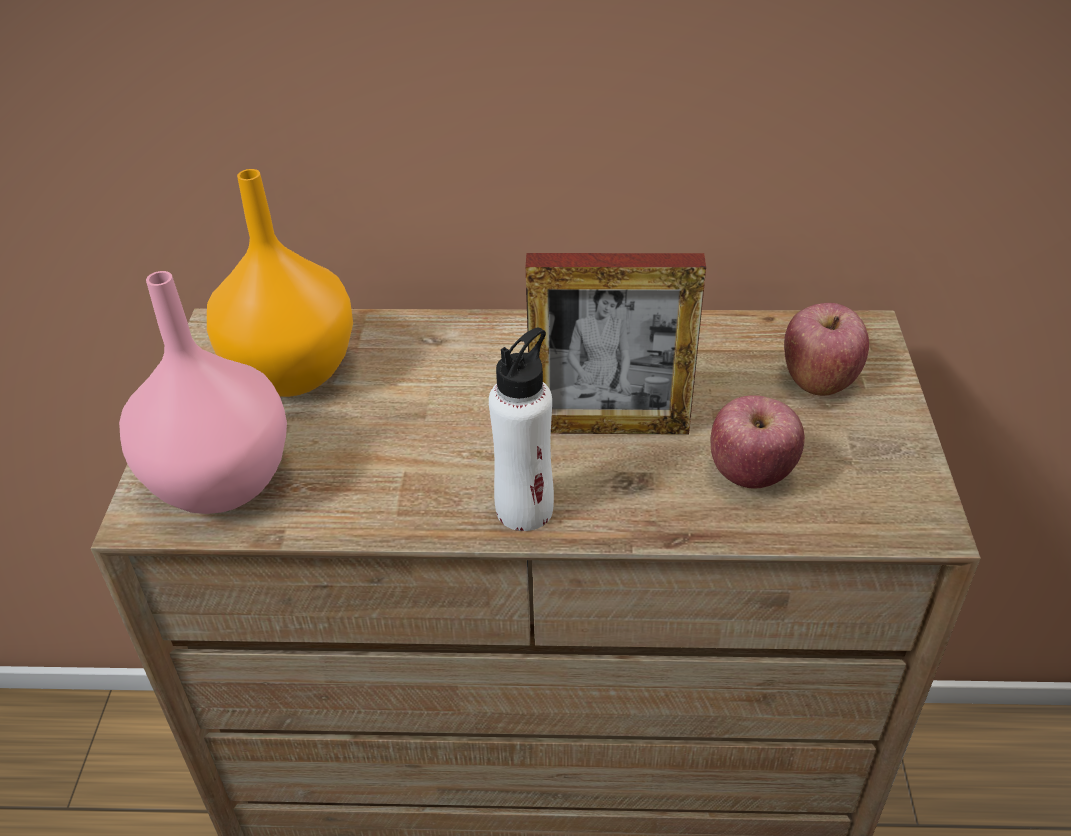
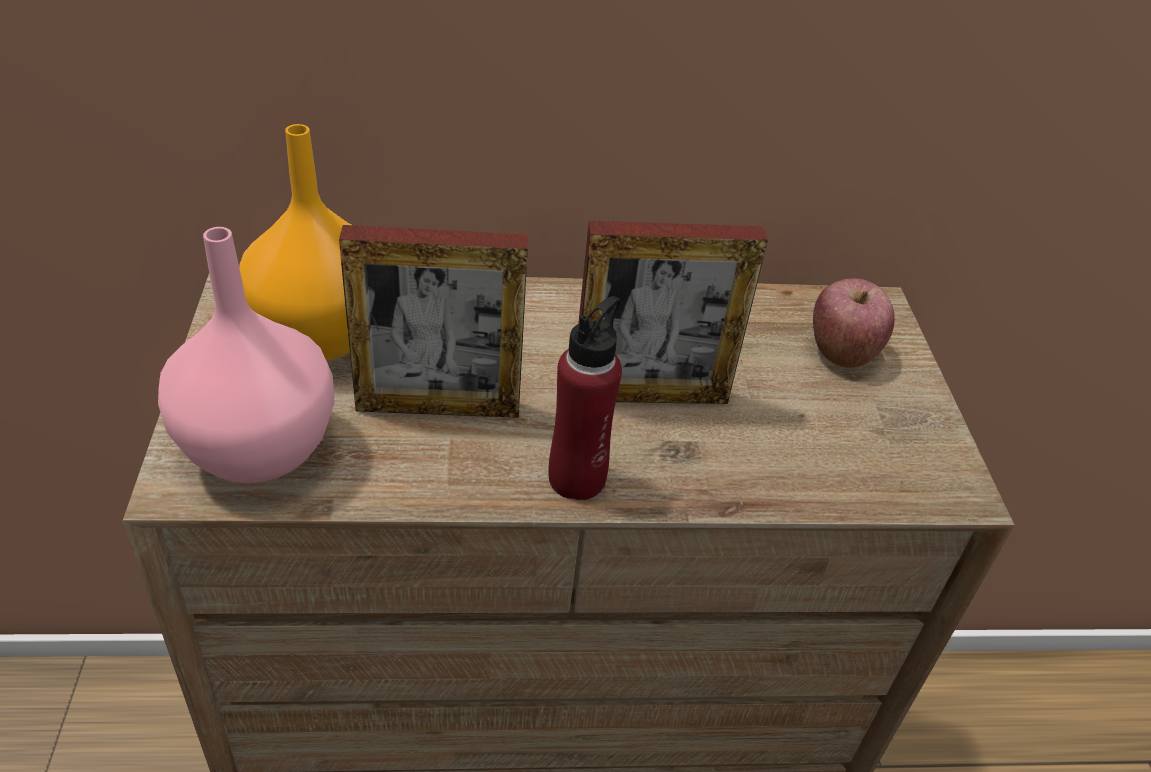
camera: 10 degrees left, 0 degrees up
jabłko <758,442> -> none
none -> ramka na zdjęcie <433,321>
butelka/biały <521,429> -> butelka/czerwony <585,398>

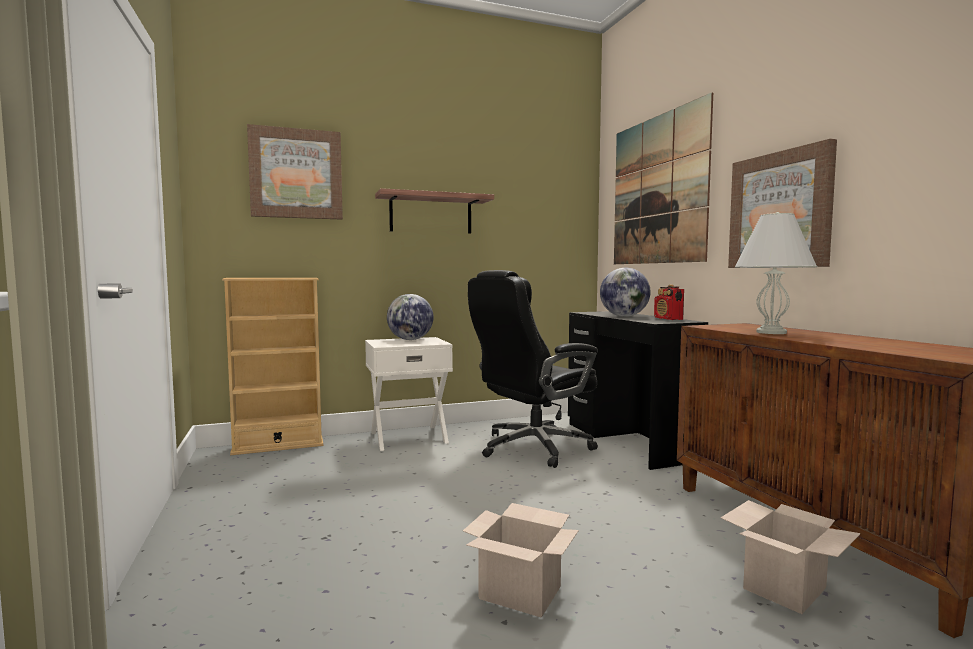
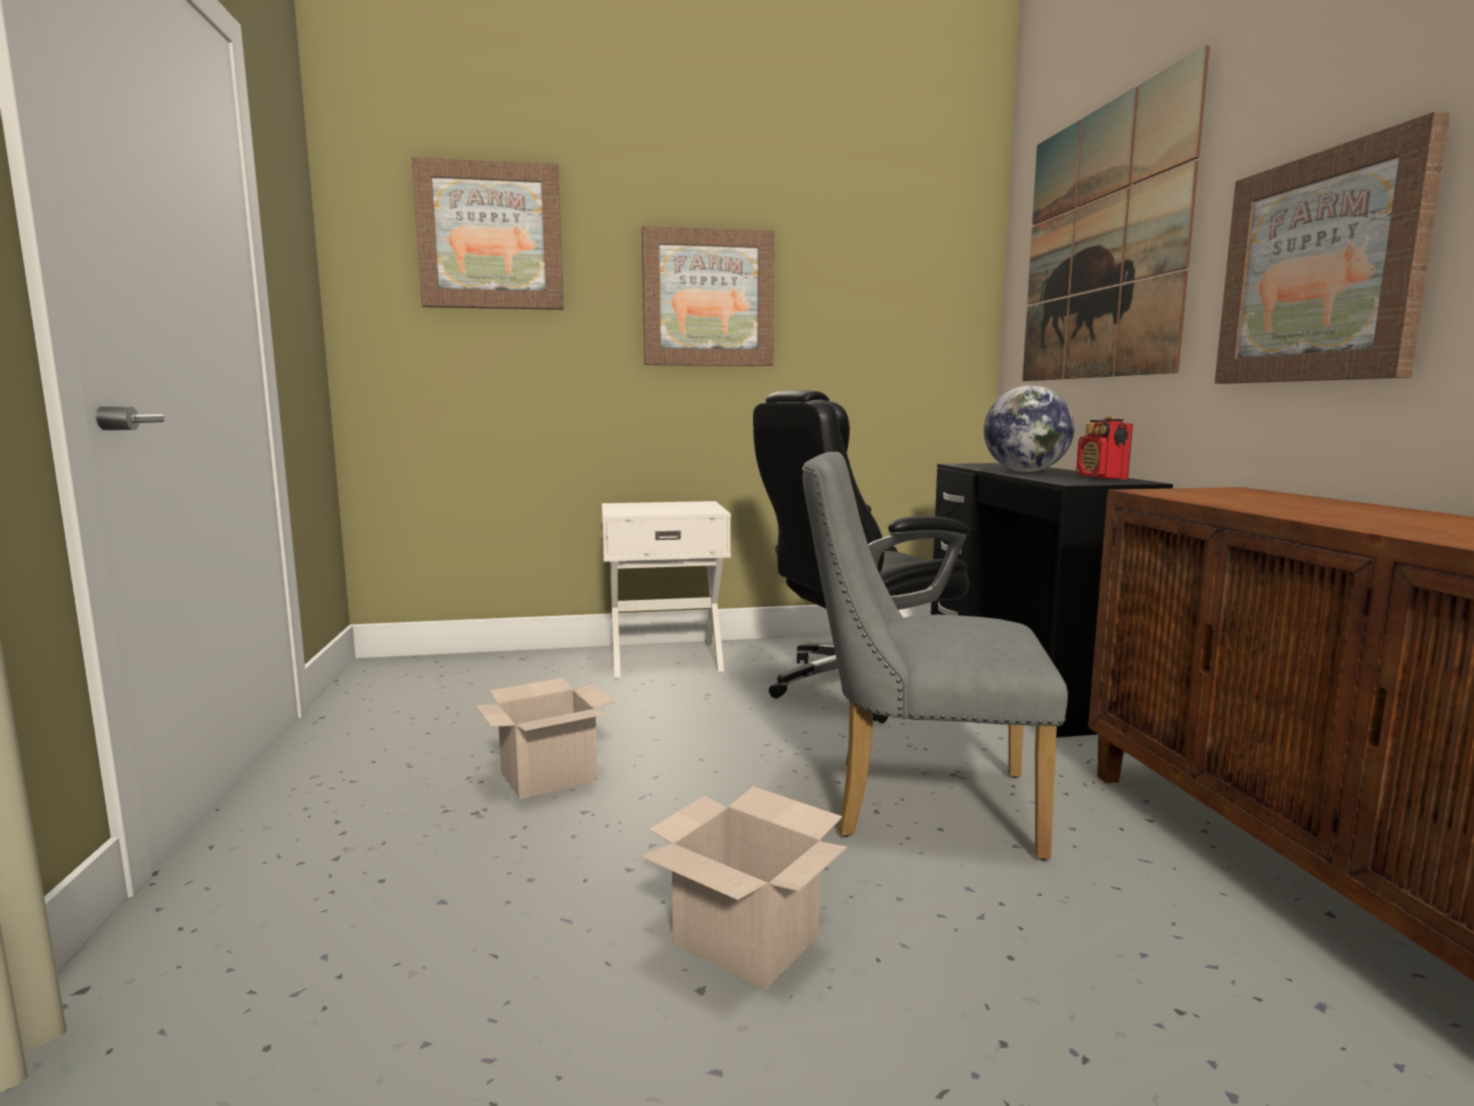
camera: 10 degrees right, 5 degrees up
regał/beżowy <272,366> -> none
globus <410,317> -> none
lampa stołowa/biały <776,273> -> none
none -> krzesło/szary <935,656>
karton <791,557> -> karton <545,738>, shifted
półka <434,211> -> obraz <708,296>

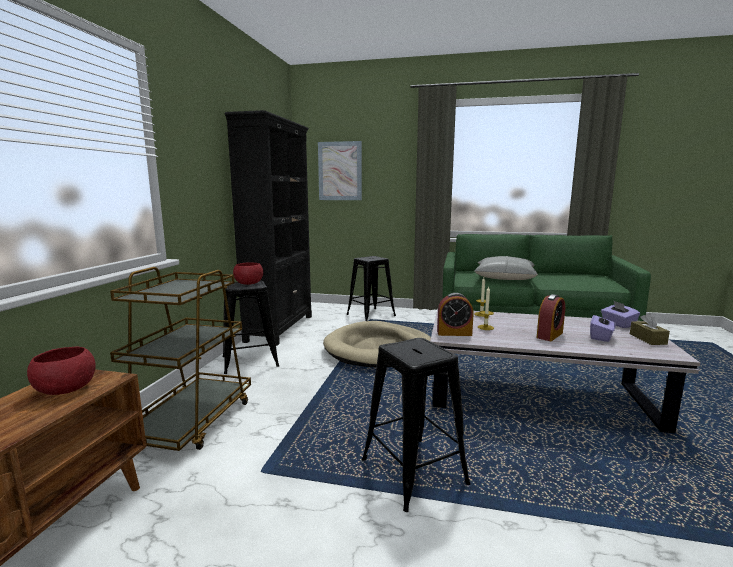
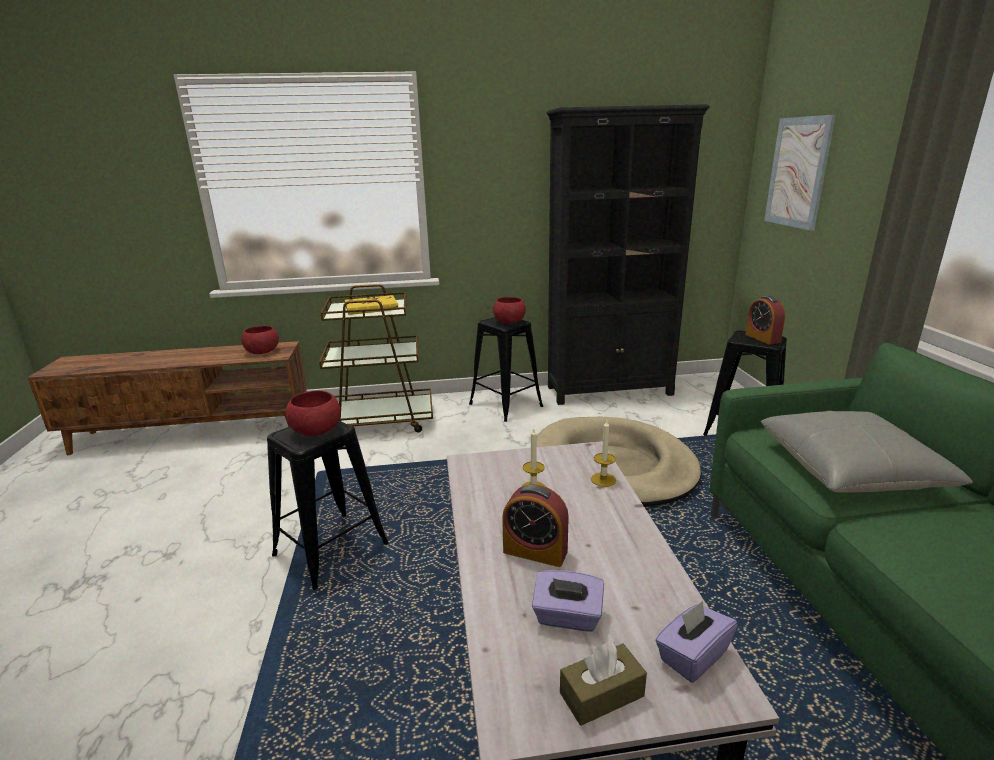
camera: 70 degrees right, 10 degrees up
none -> miska/czerwony <313,413>
none -> książka/żółty <372,305>
budzik <455,314> -> budzik <765,320>, shifted

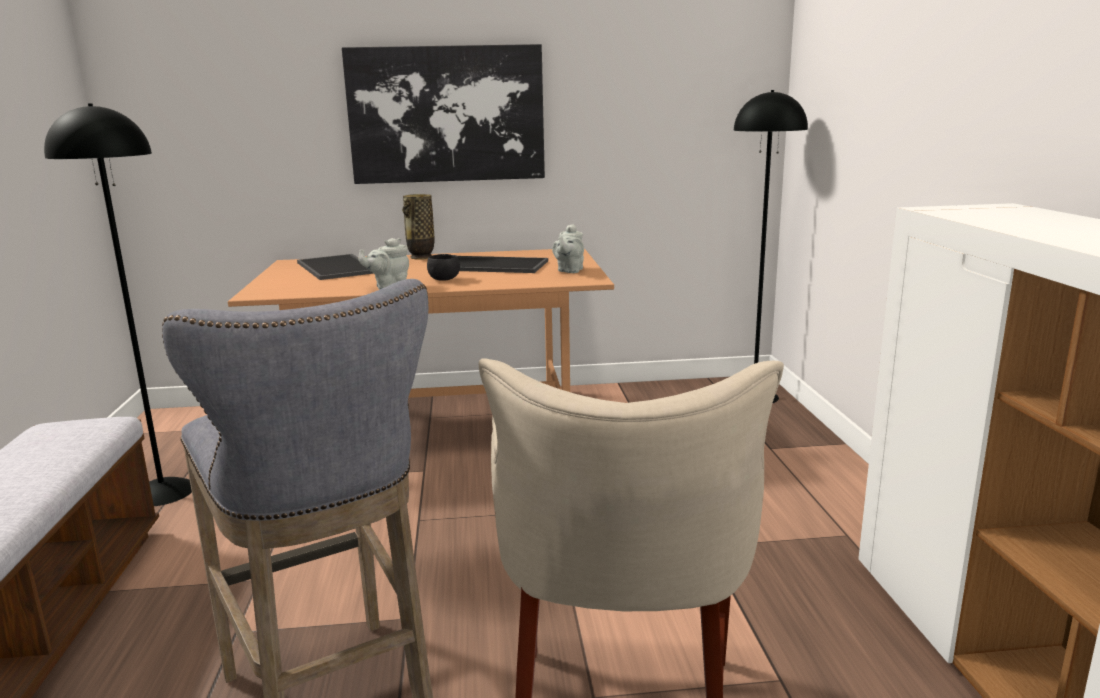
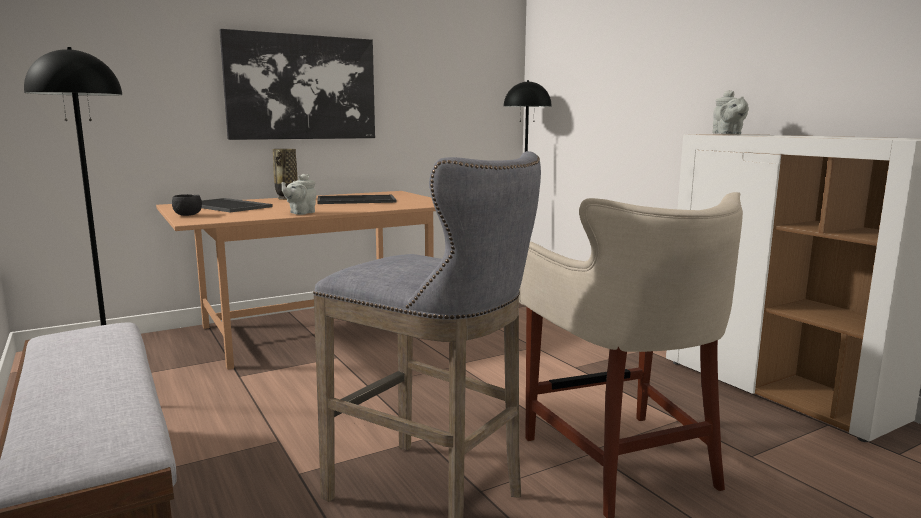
camera: 25 degrees left, 5 degrees down
miska/czarny <443,267> -> miska/czarny <187,205>, shifted
imbryk/szary <568,248> -> imbryk/szary <730,112>, shifted

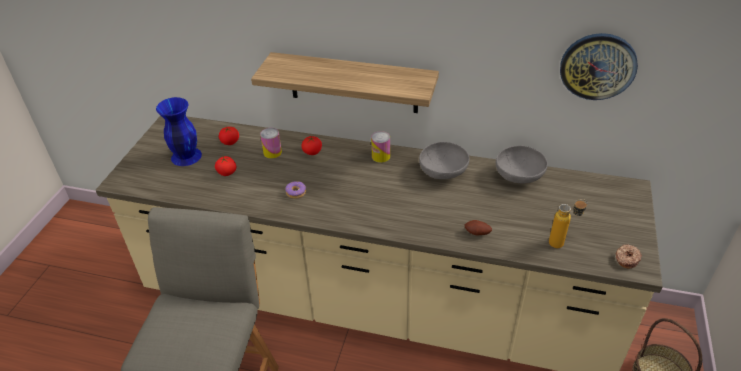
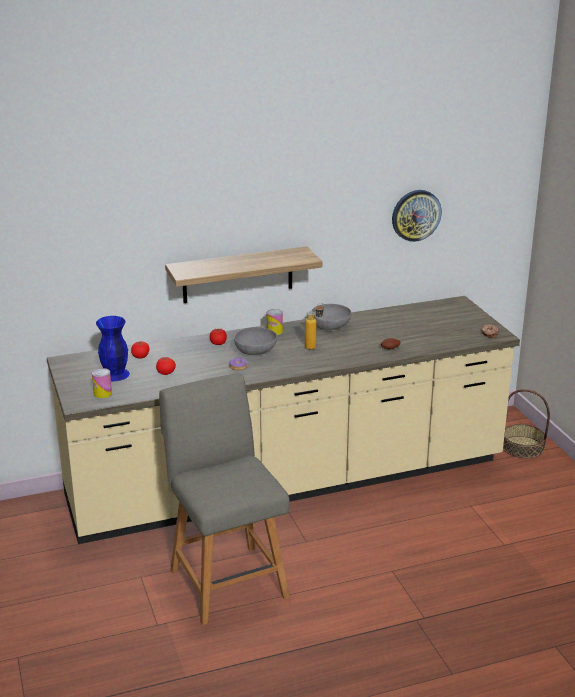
camera: 35 degrees left, 15 degrees down
puszka <271,143> -> puszka <102,383>, shifted
miska/szary <522,164> -> miska/szary <255,341>, shifted
butelka <568,223> -> butelka <314,326>, shifted

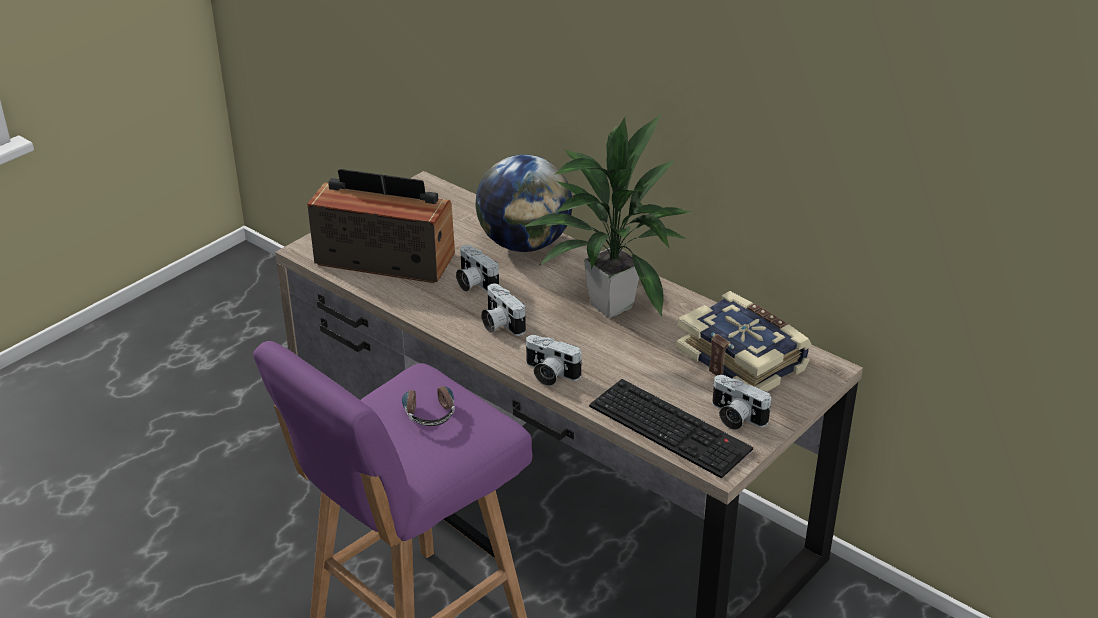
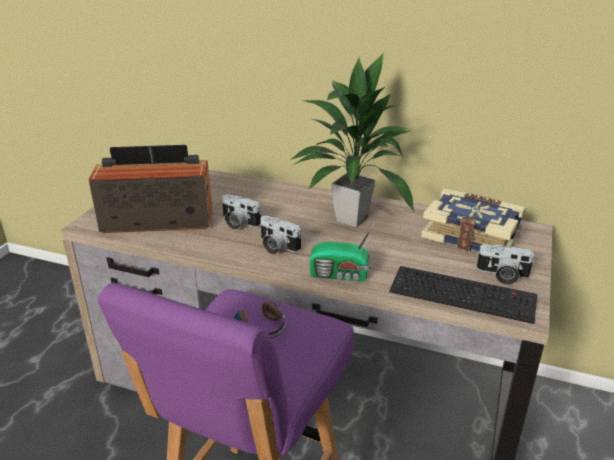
camera: 20 degrees left, 5 degrees down
globus <523,203> -> none
aparat fotograficzny <554,360> -> radio <342,252>

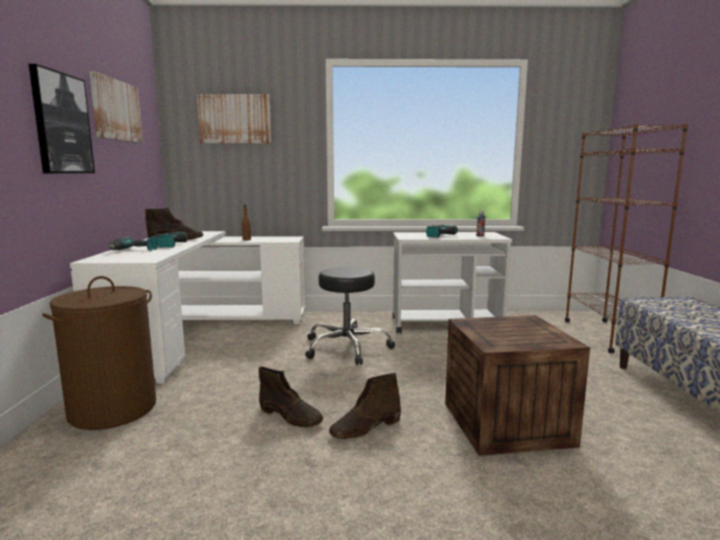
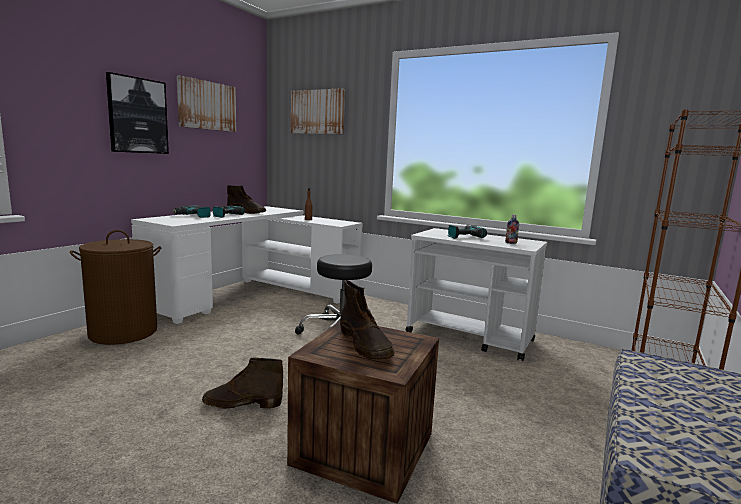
camera: 30 degrees right, 0 degrees up
but z cholewką/brązowy <291,397> -> but z cholewką/brązowy <367,320>, shifted

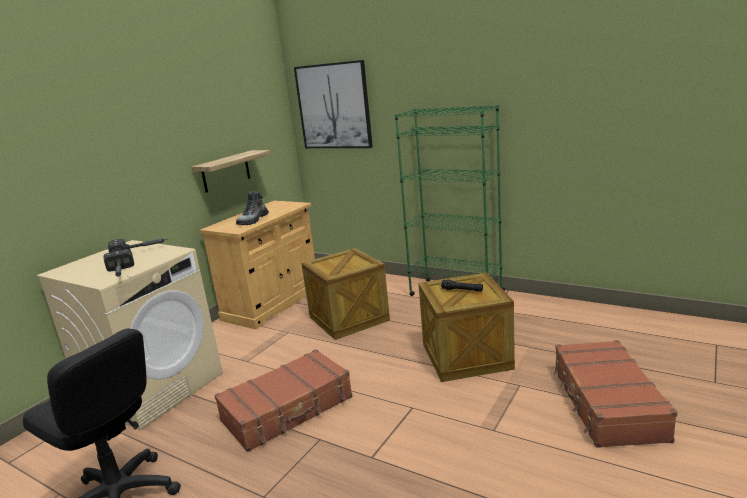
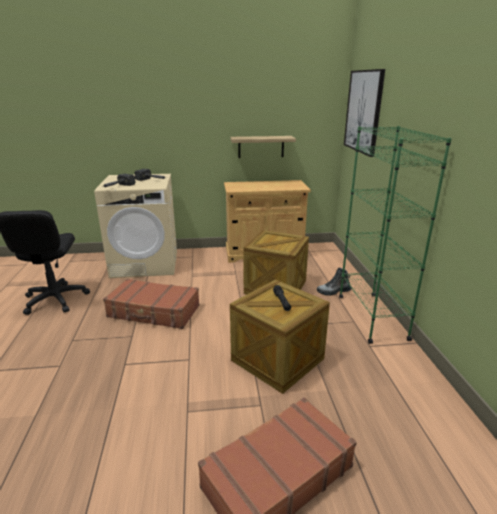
camera: 50 degrees right, 5 degrees up
but z cholewką <252,208> -> but z cholewką <334,282>, shifted

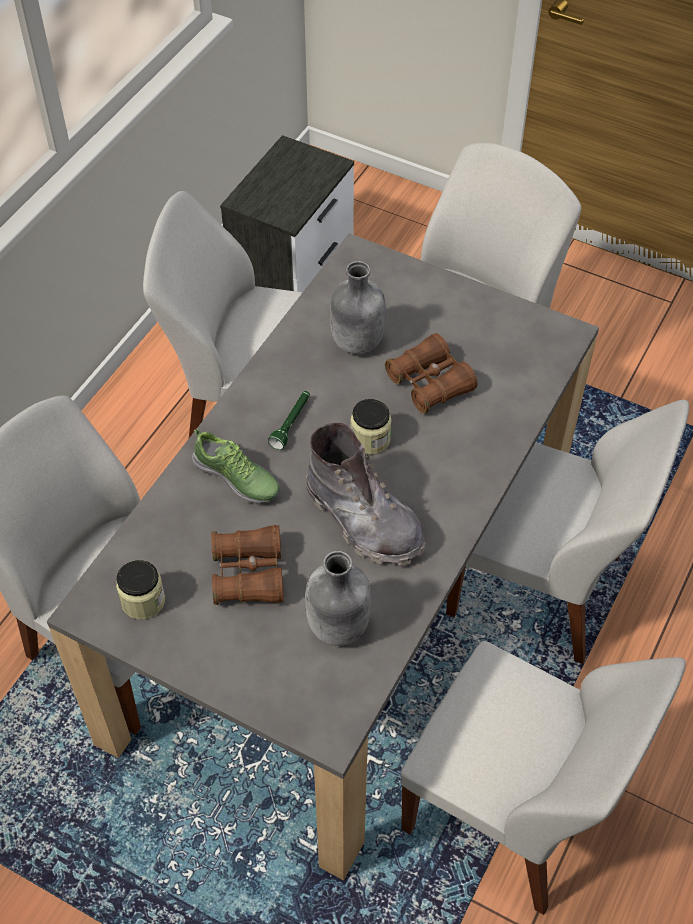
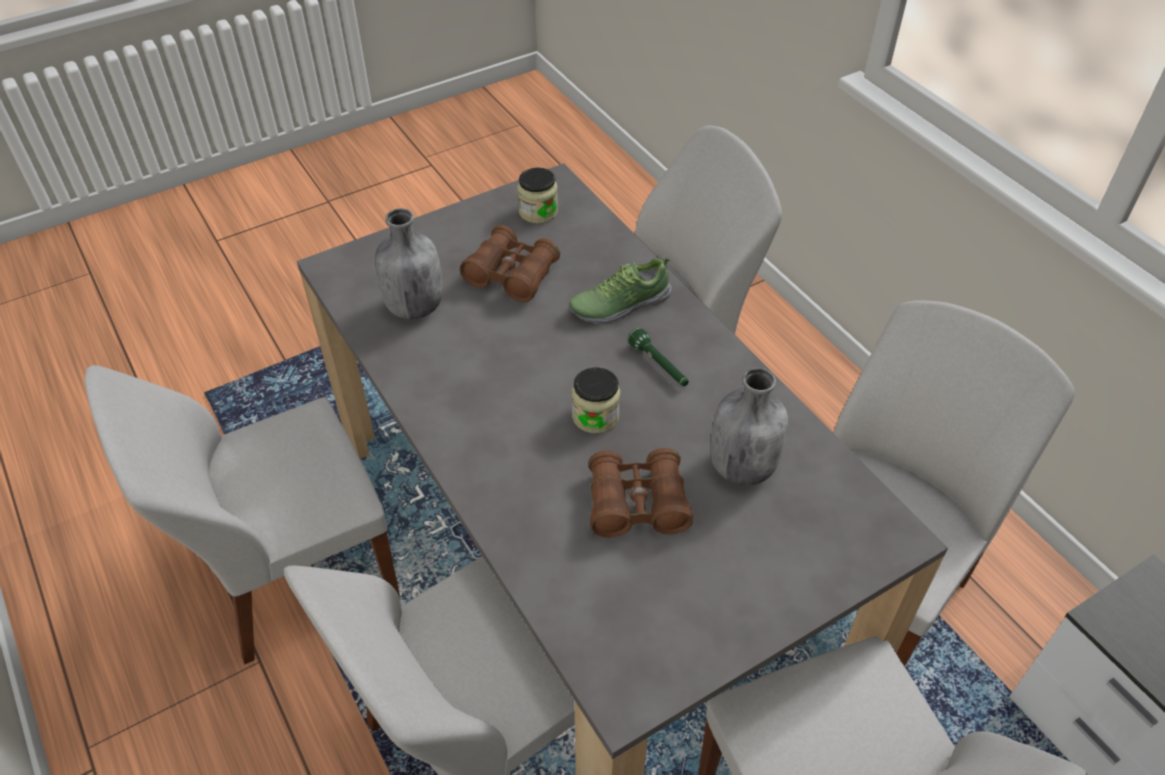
camera: 120 degrees right, 5 degrees down
but z cholewką/szary <366,495> -> none

